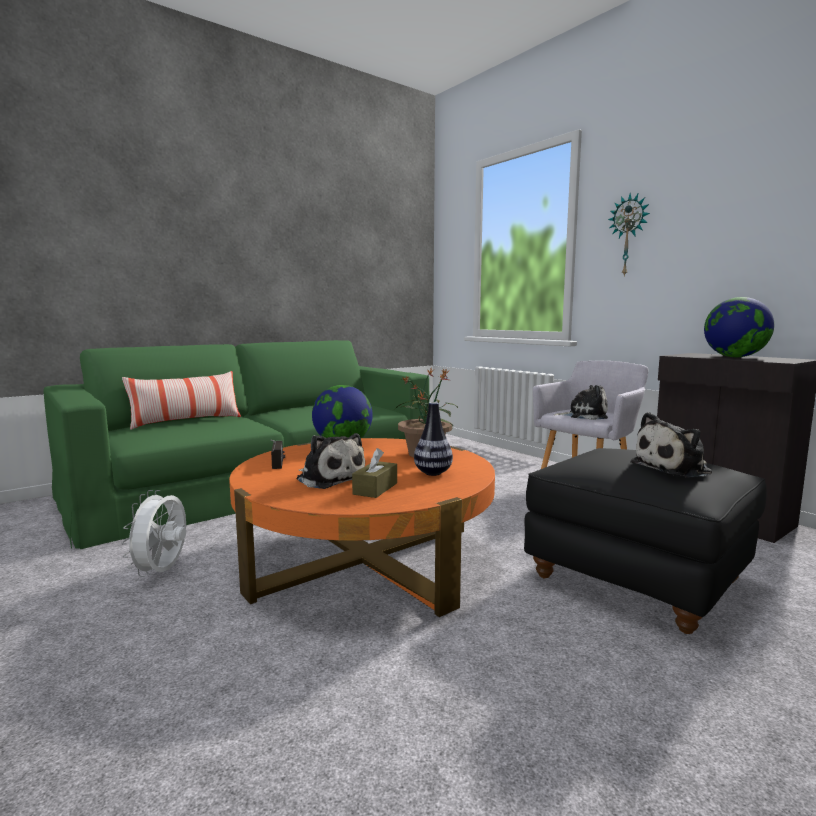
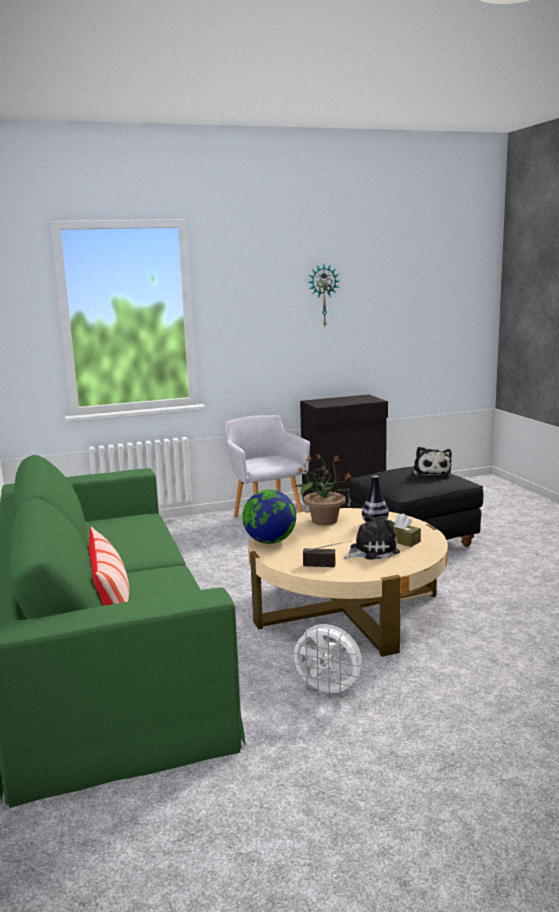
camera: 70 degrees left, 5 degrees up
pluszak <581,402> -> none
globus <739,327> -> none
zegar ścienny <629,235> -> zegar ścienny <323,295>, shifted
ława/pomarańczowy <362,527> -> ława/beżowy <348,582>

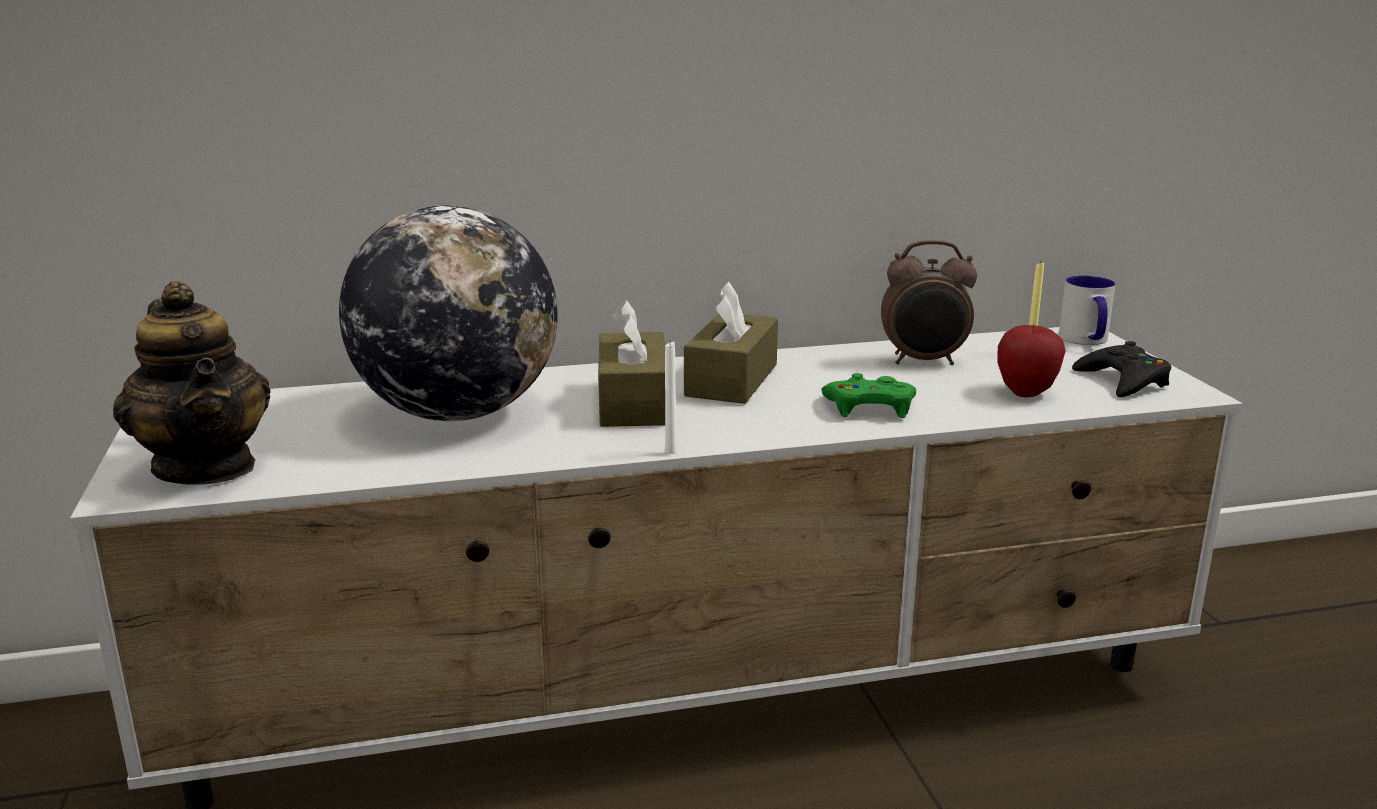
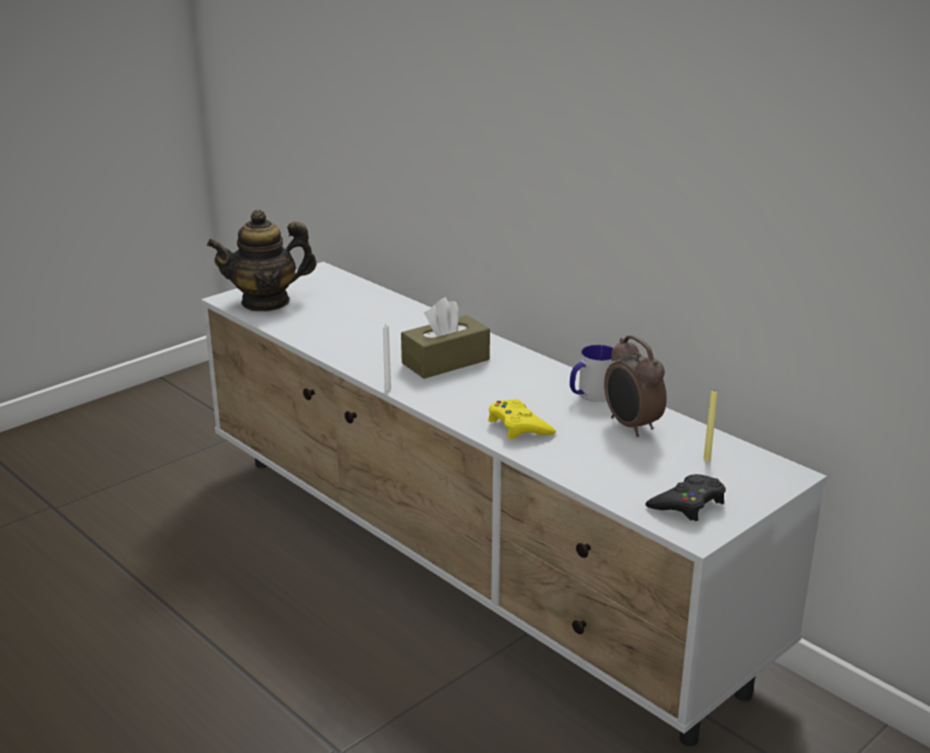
camera: 60 degrees right, 5 degrees up
globus <448,313> -> none
pudełko chusteczek/brązowy <731,342> -> none
jabłko <1032,360> -> none
kubek <1087,310> -> kubek <594,373>, shifted
pad do gier/zielony <868,395> -> pad do gier/żółty <522,419>
imbryk <192,383> -> imbryk <261,260>, 45 degrees clockwise

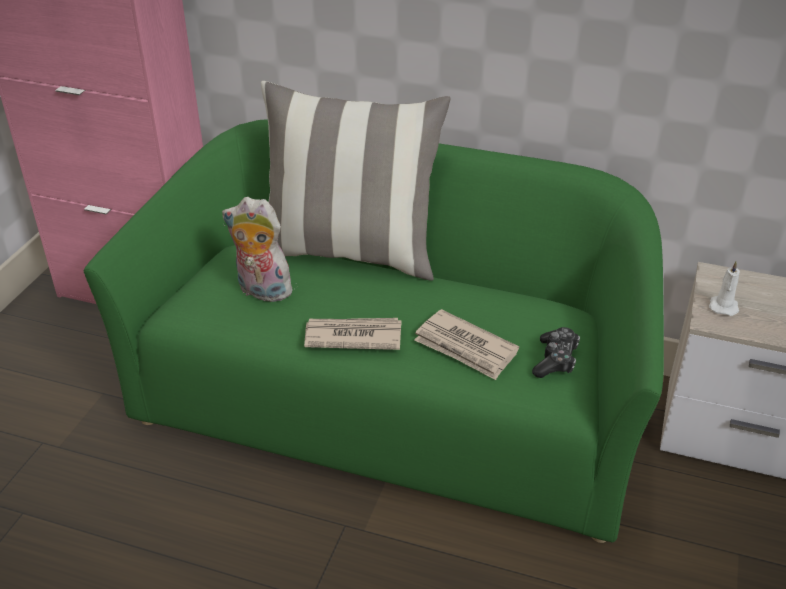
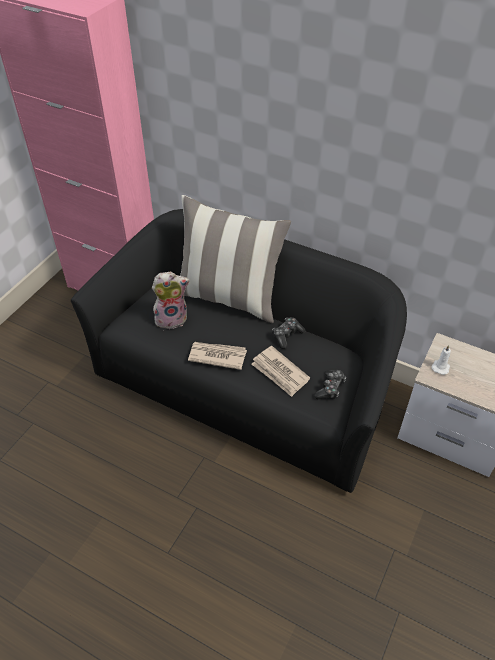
camera: 10 degrees right, 10 degrees up
none -> pad do gier <288,333>
kanapa/zielony <374,331> -> kanapa/czarny <239,351>
pluszak <260,249> -> pluszak <171,300>, 135 degrees clockwise

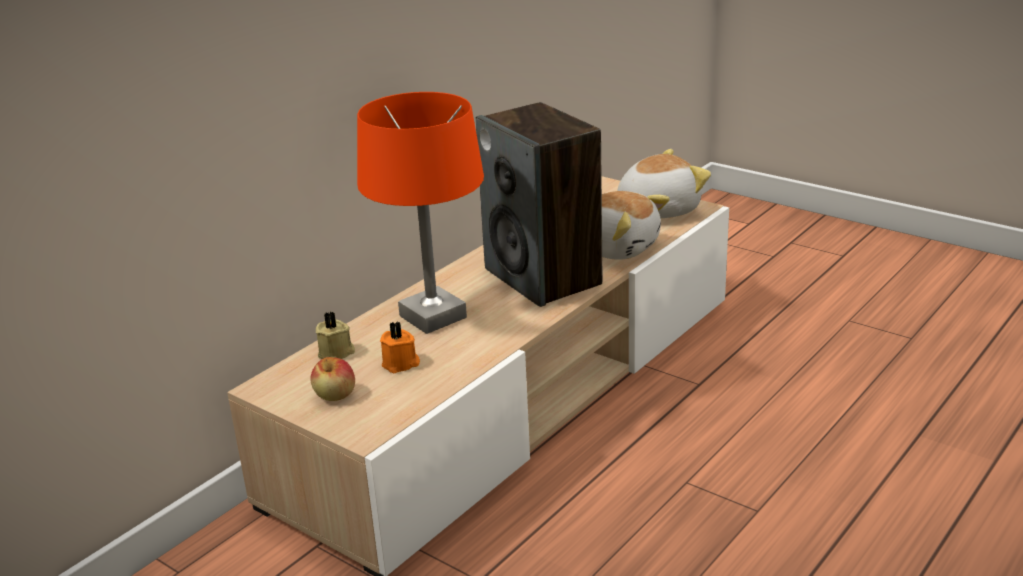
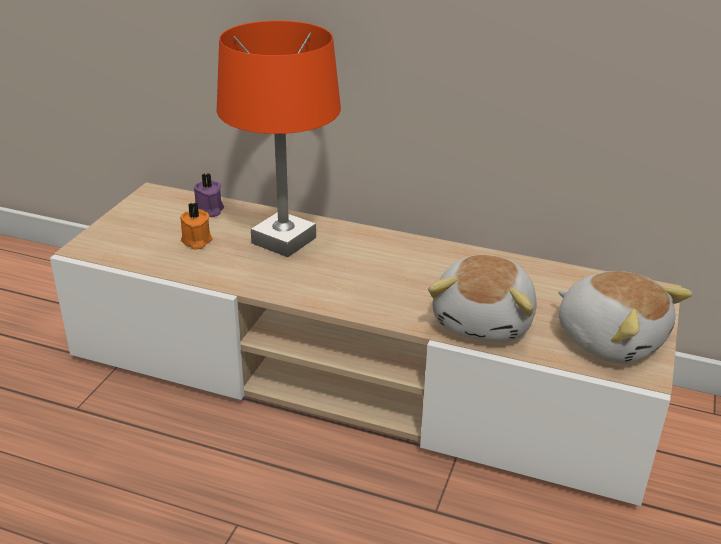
camera: 70 degrees right, 5 degrees up
jabłko <332,379> -> none
głośnik <539,204> -> none
świeca/beżowy <335,335> -> świeca/fioletowy <209,195>

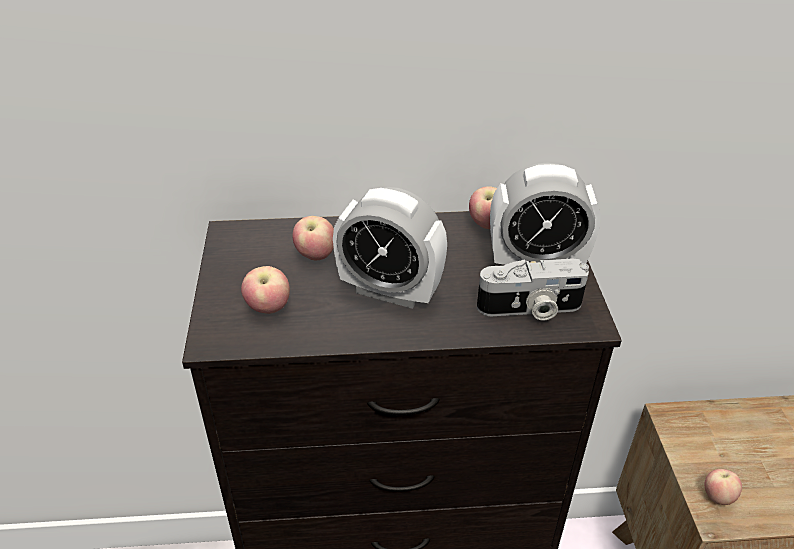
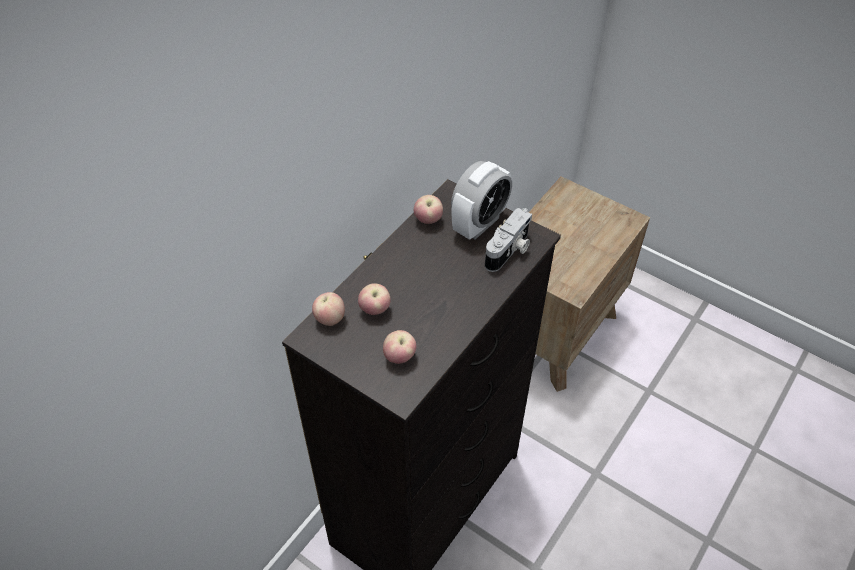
camera: 50 degrees left, 10 degrees up
budzik <390,248> -> none
jabłko <723,487> -> jabłko <328,309>, shifted

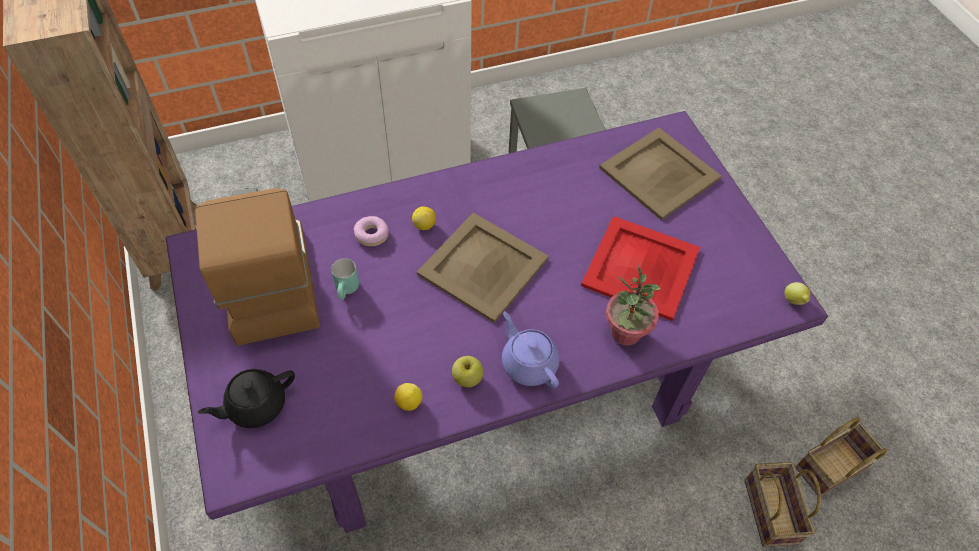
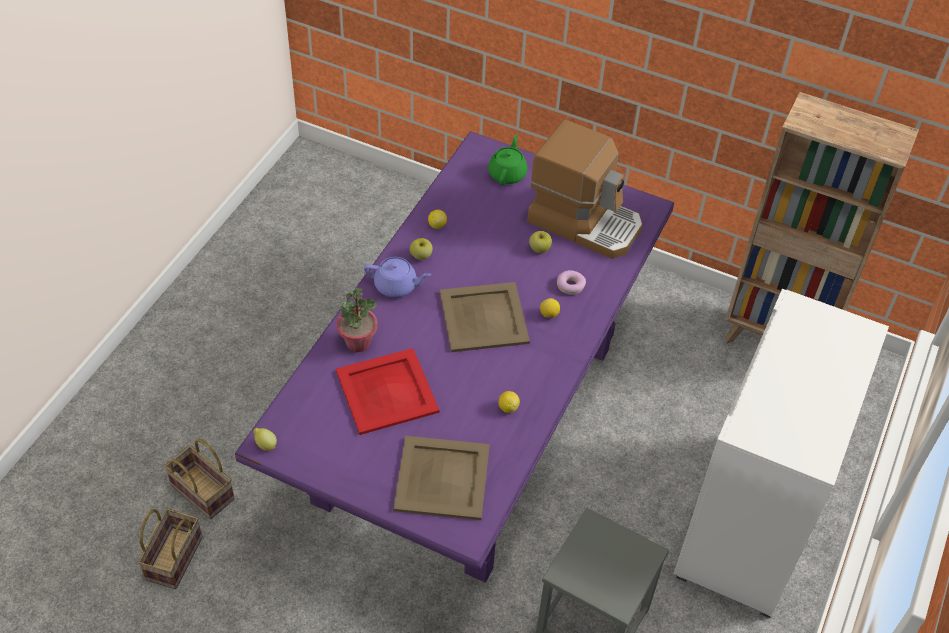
camera: 135 degrees right, 5 degrees down
none -> cytryna <509,402>
kubek/turkusowy <345,279> -> jabłko <540,242>
imbryk/czarny <246,398> -> imbryk/zielony <507,160>

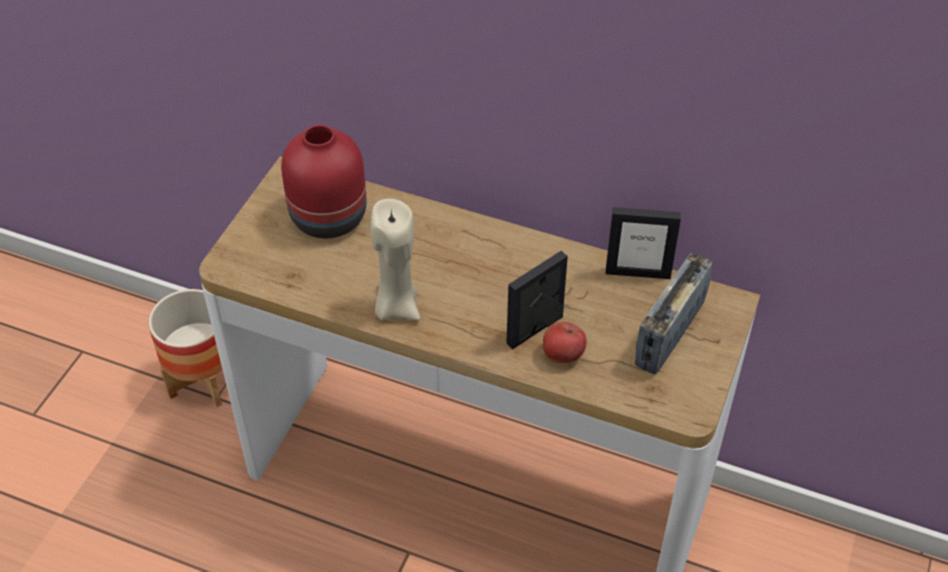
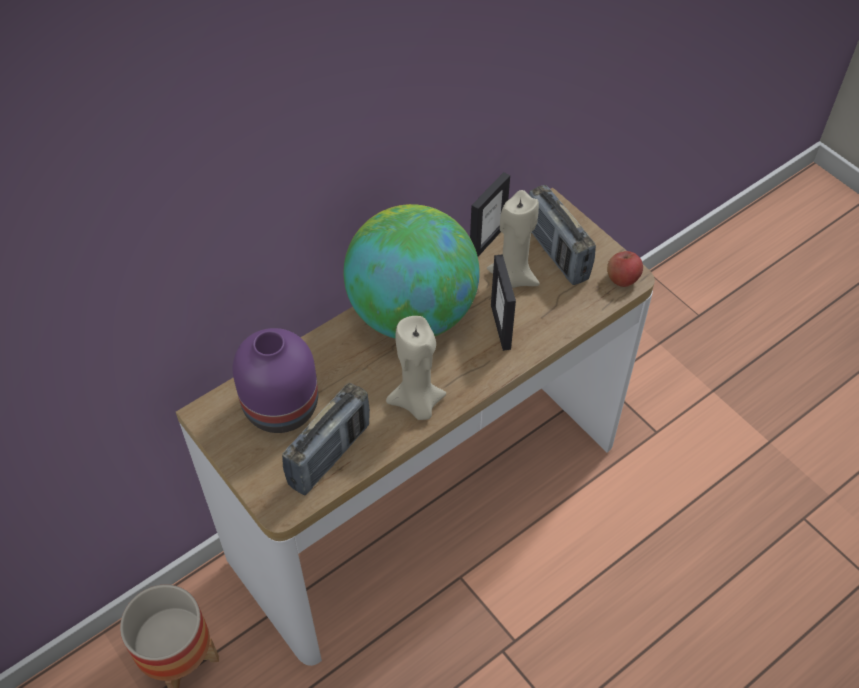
camera: 60 degrees left, 5 degrees up
none -> radio <326,439>
none -> globus <412,271>
none -> świeca/beżowy <513,239>
jabłko <565,342> -> jabłko <625,269>, shifted
wazon/czerwony <324,181> -> wazon/fioletowy <275,380>

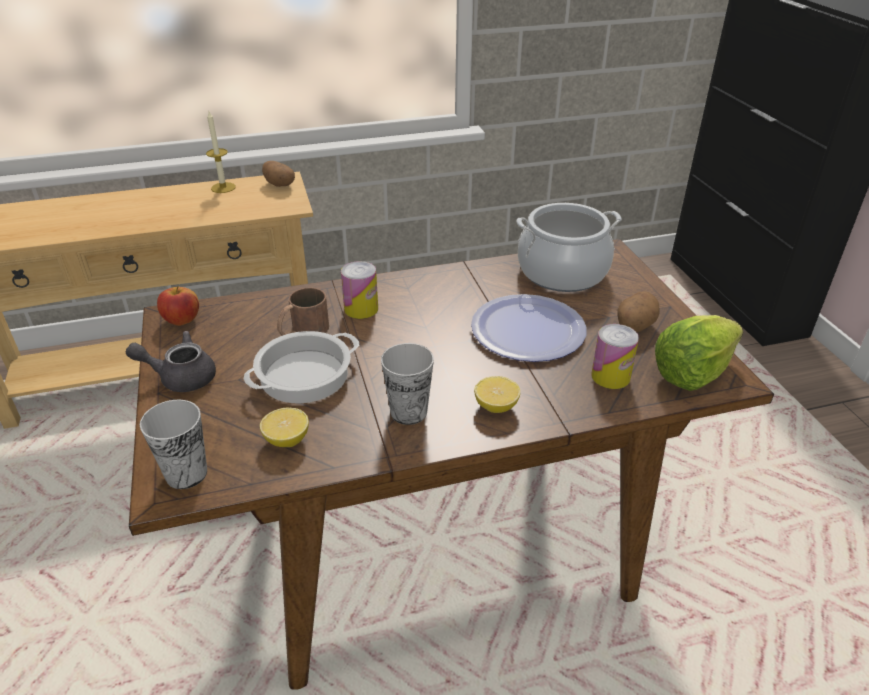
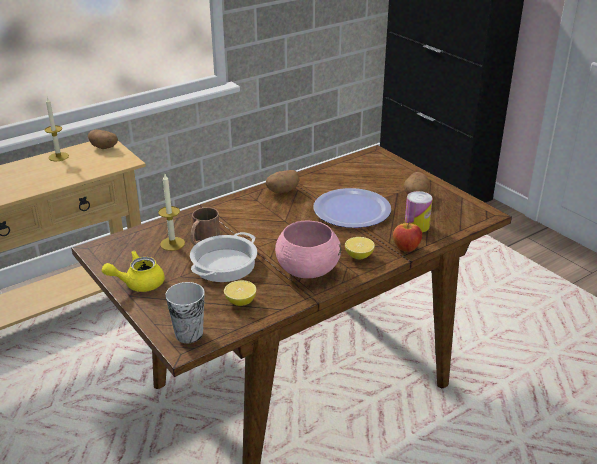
camera: 20 degrees left, 5 degrees down
puszka <359,290> -> none
garnek <569,247> -> none
sałata <699,353> -> none
none -> świeca <171,212>
none -> ziemniak <282,181>
jabłko <178,306> -> jabłko <407,237>, shifted
filiżanka <407,384> -> miska/różowy <308,249>
imbryk/szary <171,361> -> imbryk/żółty <133,271>

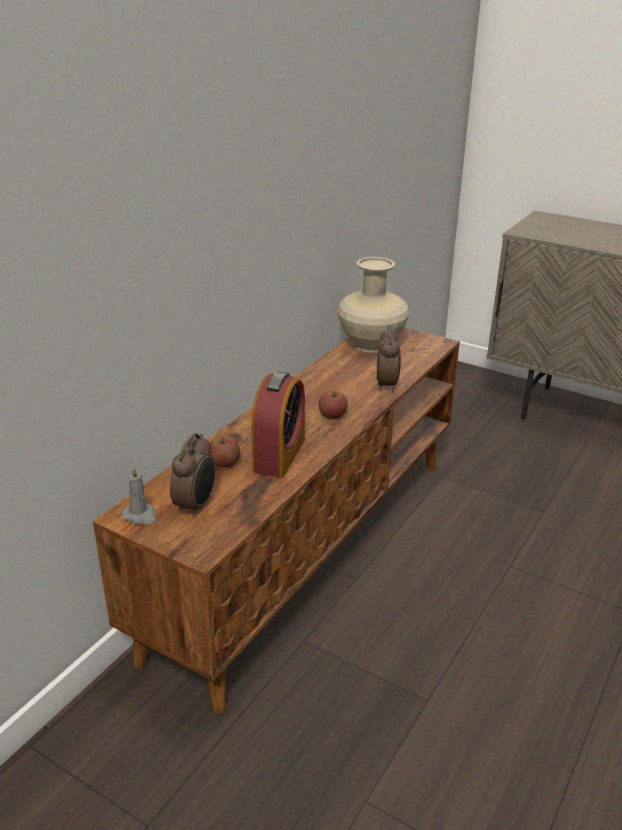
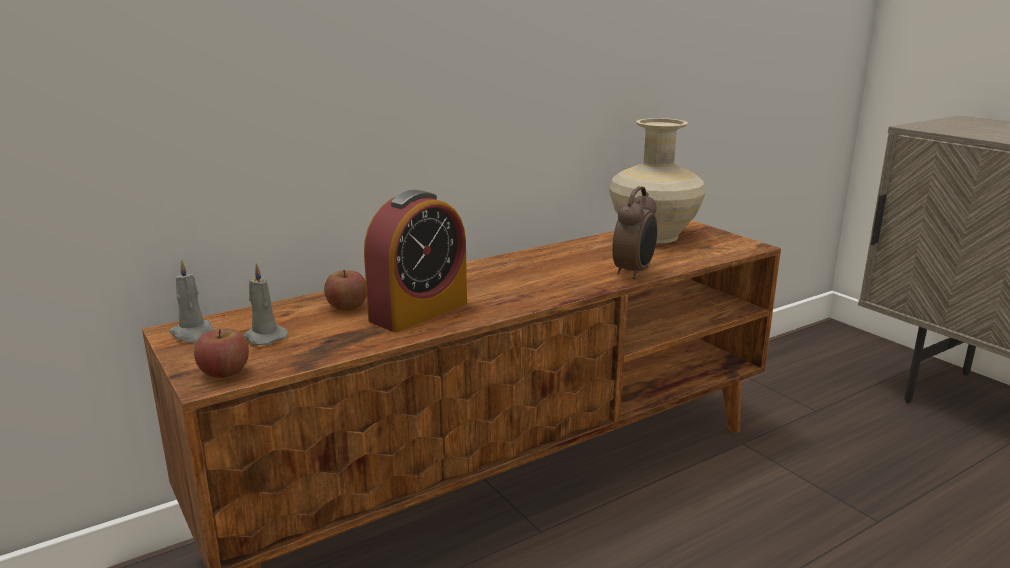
camera: 25 degrees right, 10 degrees down
jabłko <333,404> -> jabłko <221,353>, shifted
budzik <192,475> -> świeca/szary <265,304>

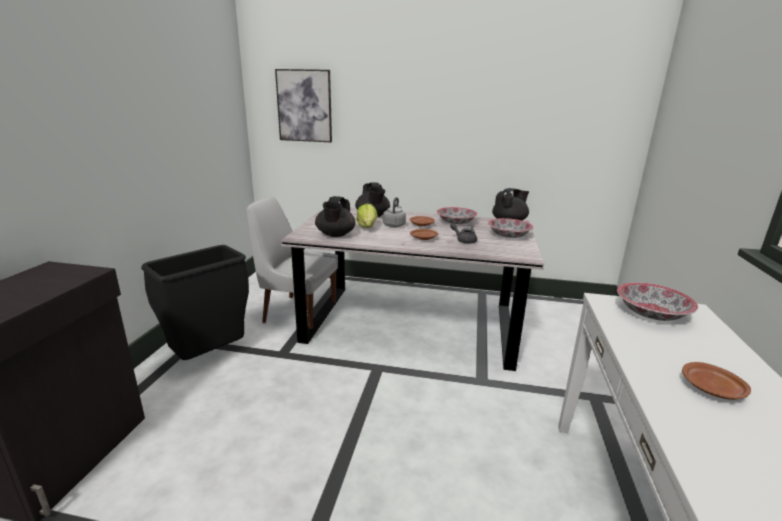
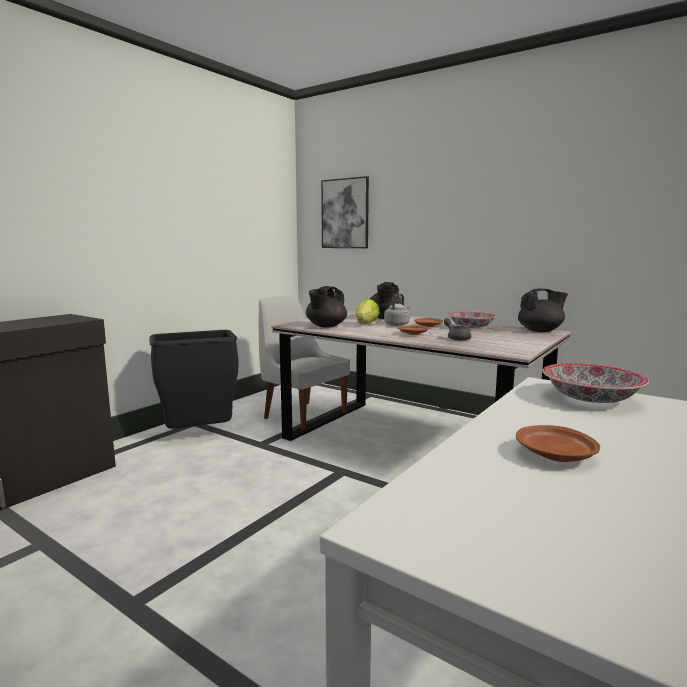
camera: 25 degrees right, 10 degrees down
miska <511,228> -> none

